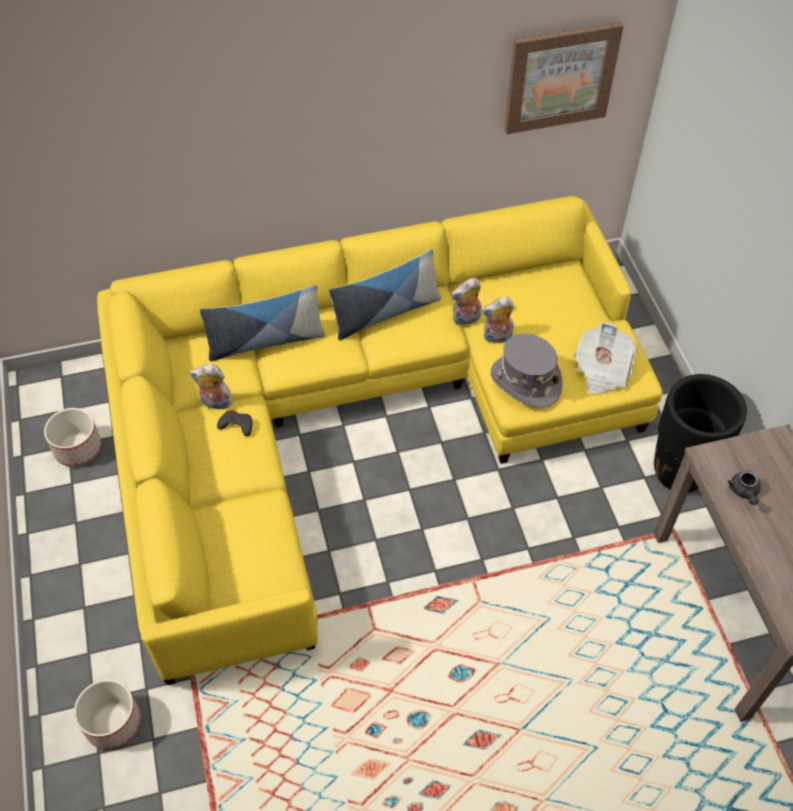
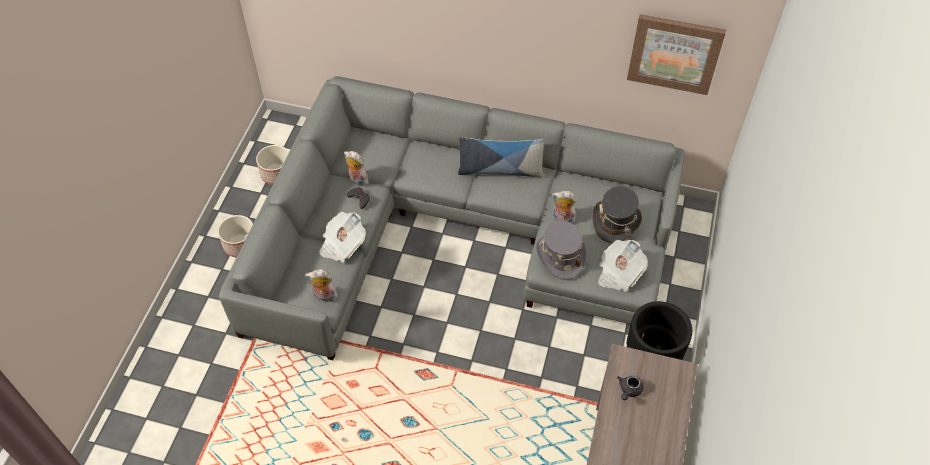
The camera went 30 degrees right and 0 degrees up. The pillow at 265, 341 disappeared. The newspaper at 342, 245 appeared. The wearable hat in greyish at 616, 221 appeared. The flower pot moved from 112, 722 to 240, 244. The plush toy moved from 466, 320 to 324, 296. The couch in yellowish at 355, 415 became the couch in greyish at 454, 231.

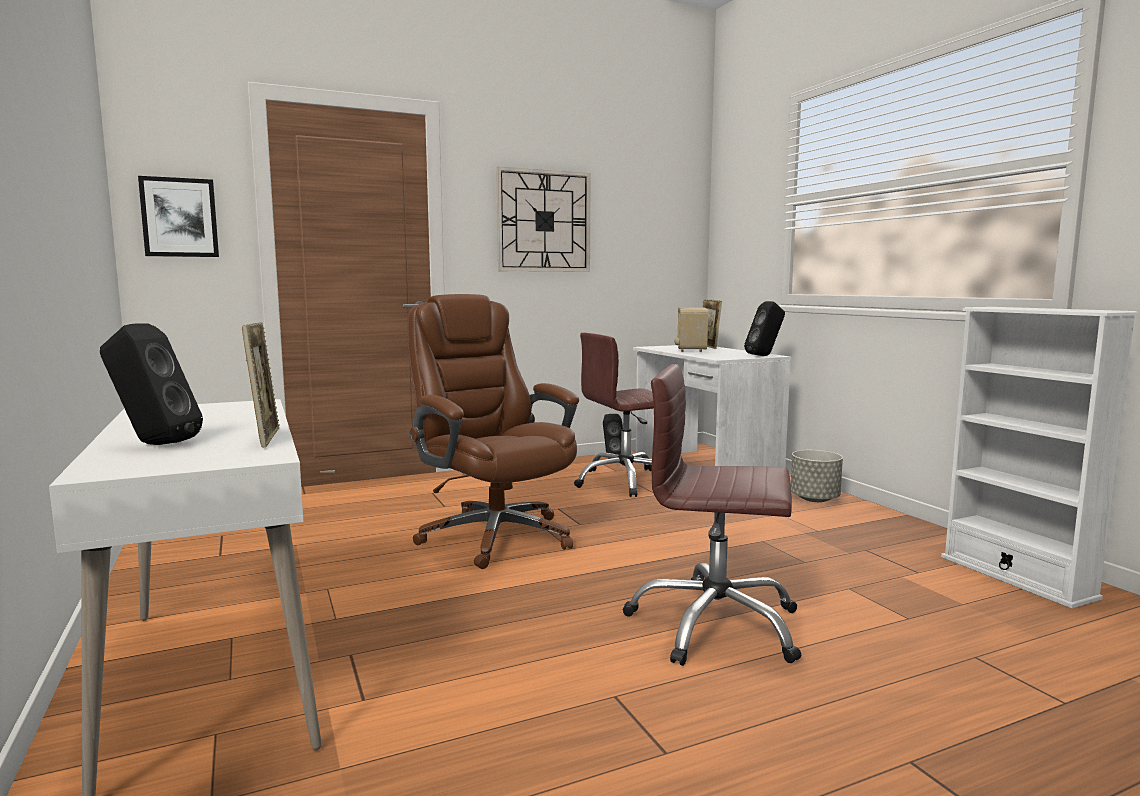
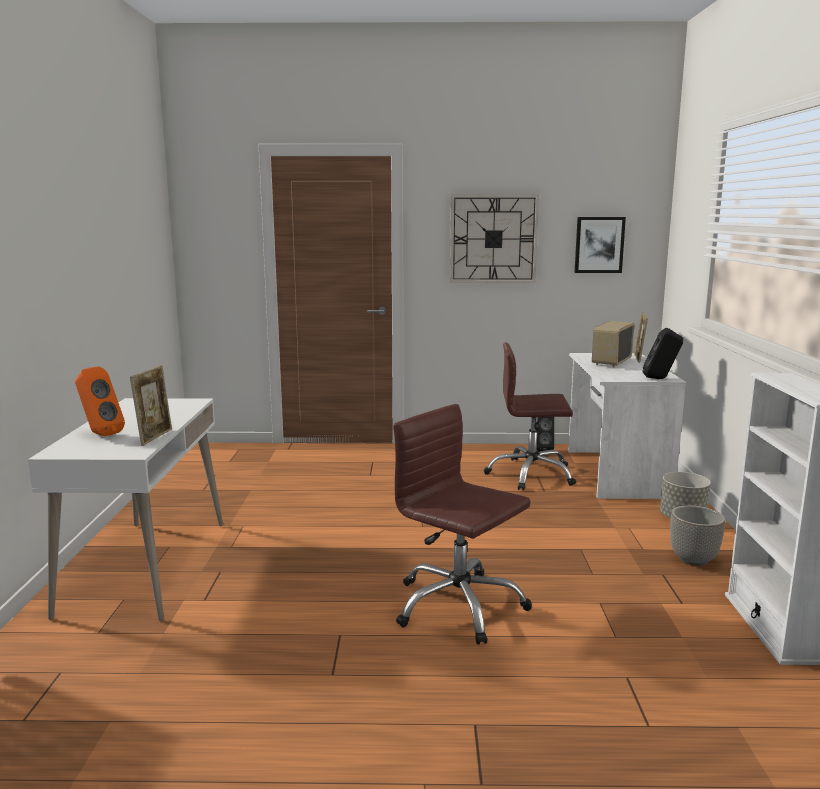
The camera went 25 degrees right and 5 degrees up. The computer chair in brownish at 494, 536 disappeared. The flower pot at 693, 560 appeared. The wall art moved from 179, 217 to 599, 245. The loudspeaker in blackish at 153, 444 became the loudspeaker in orange at 100, 434.

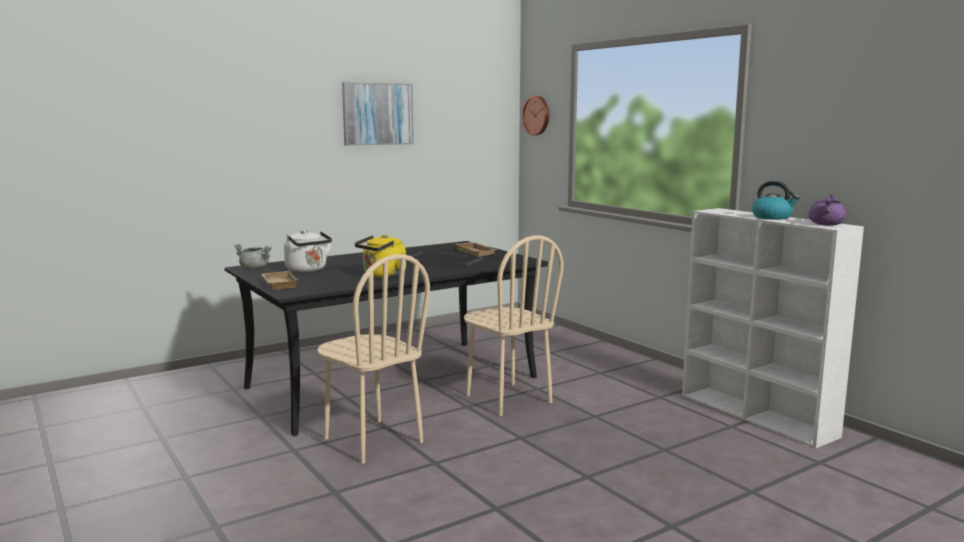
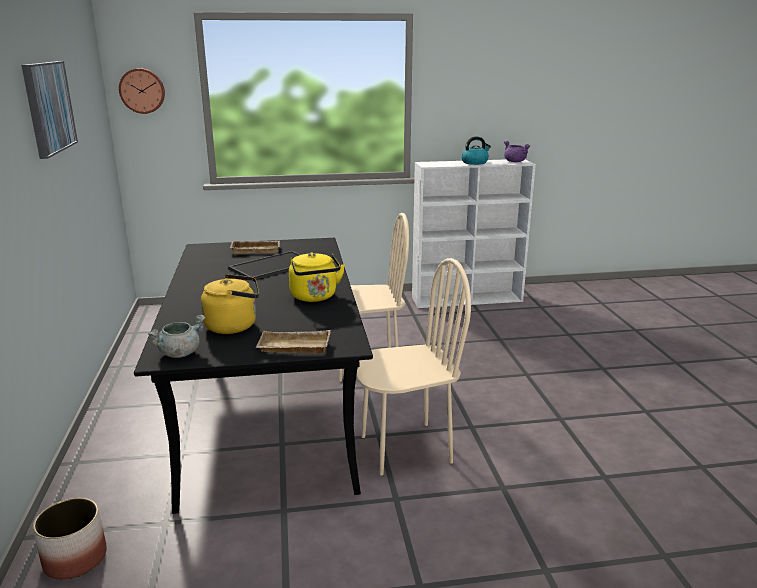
The camera went 65 degrees left and 10 degrees up. The flower pot at 75, 558 appeared. The kettle in whitish at 308, 270 became the kettle in yellowish at 234, 325.

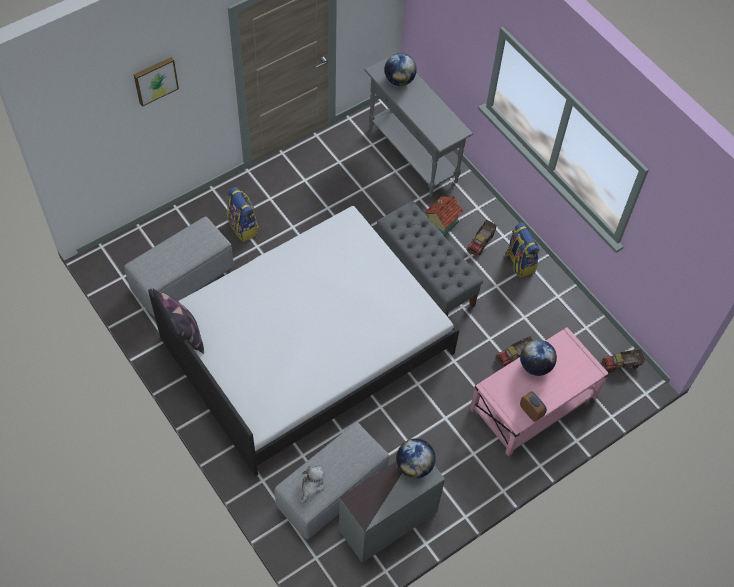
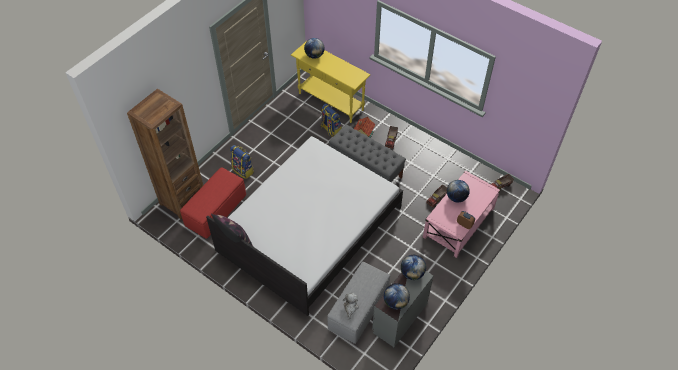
The camera went 15 degrees left and 5 degrees down. The wall art at 155, 80 disappeared. The bookshelf in brownish at 182, 200 appeared. The desk globe at 395, 302 appeared. The backpack moved from 519, 262 to 330, 129. The ottoman in greyish at 183, 278 became the ottoman in red-coloured at 216, 211. The hall table in greyish at 413, 155 became the hall table in yellowish at 331, 102.

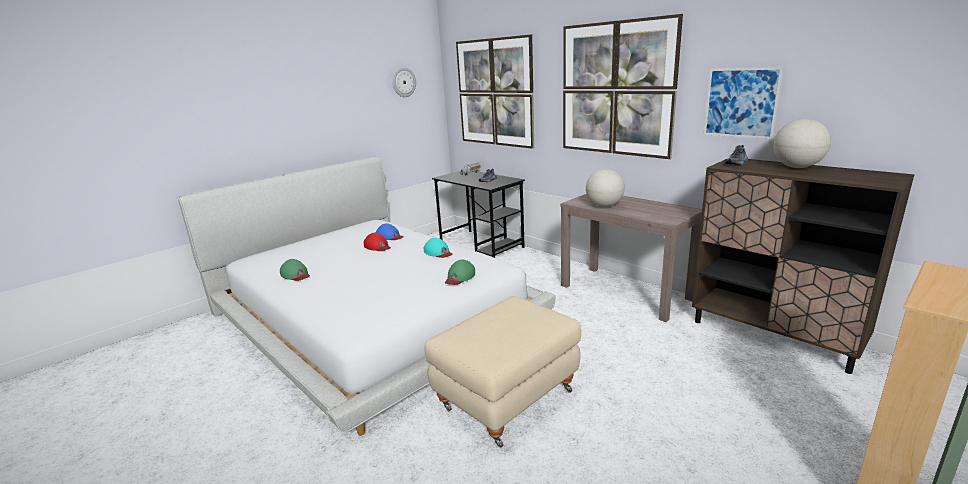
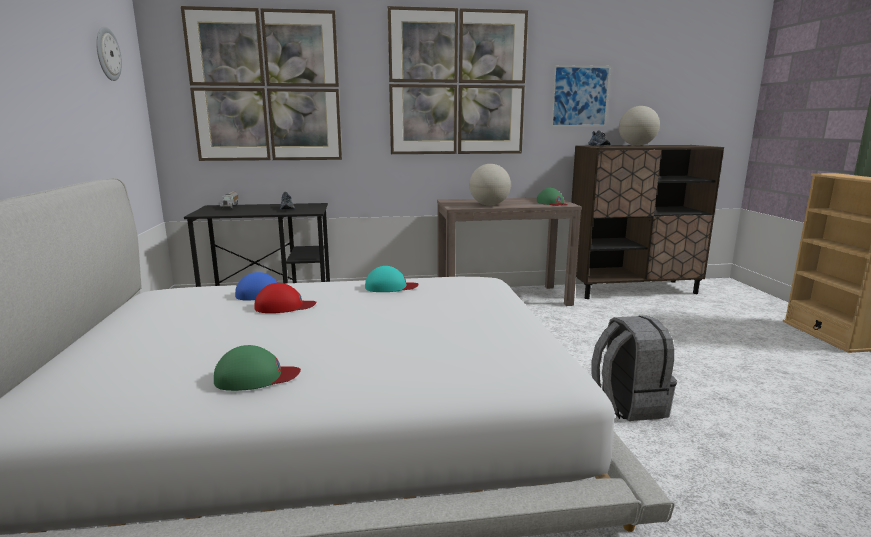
The camera went 55 degrees left and 5 degrees down. The cap in green-coloured moved from 459, 277 to 552, 203. The ottoman in beige at 506, 397 was replaced by the backpack in greyish at 627, 404.

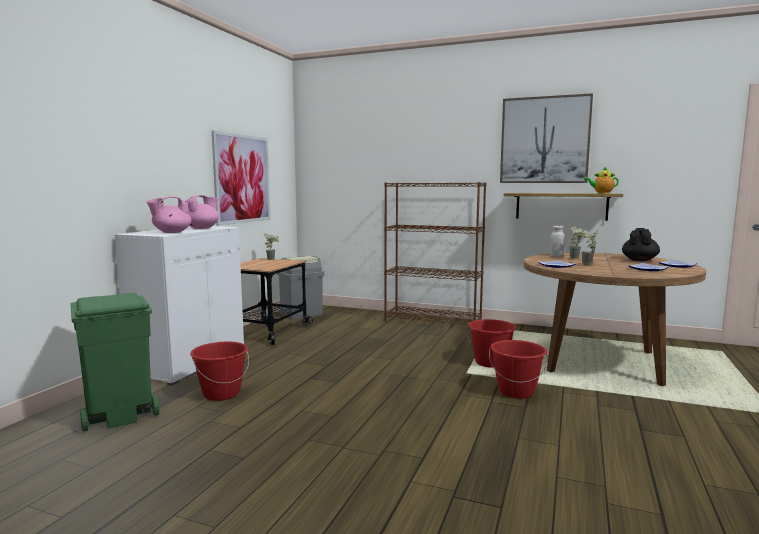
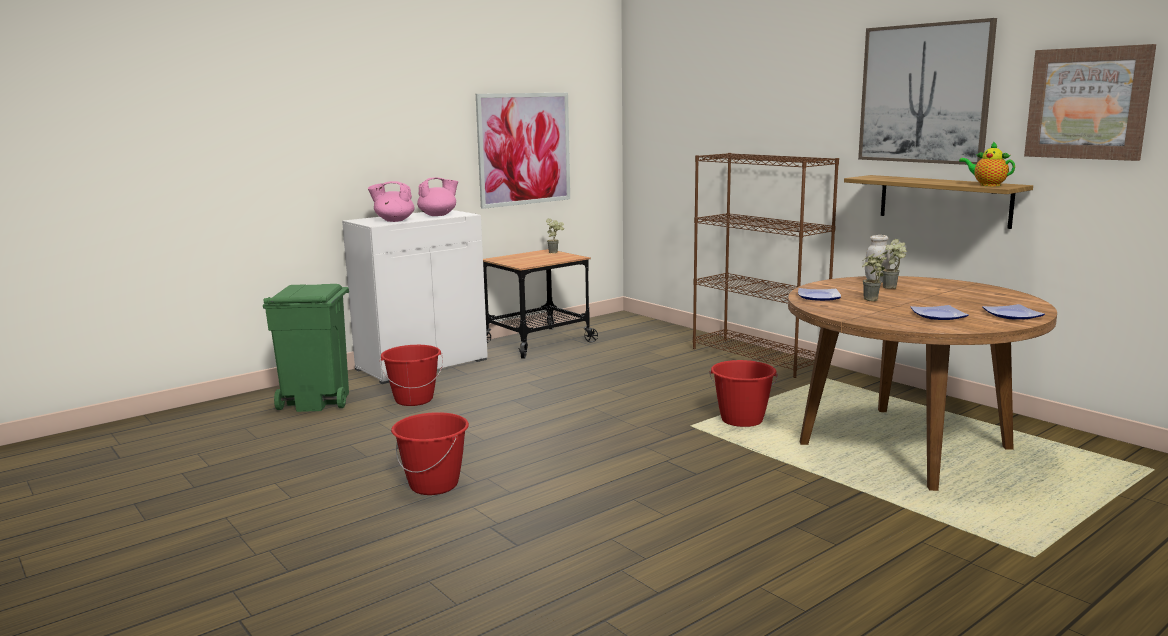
The camera went 30 degrees right and 5 degrees up. The trash can in greyish at 301, 314 disappeared. The teapot in blackish at 639, 260 disappeared. The wall art at 1088, 103 appeared. The pail in red-coloured moved from 516, 391 to 434, 485.

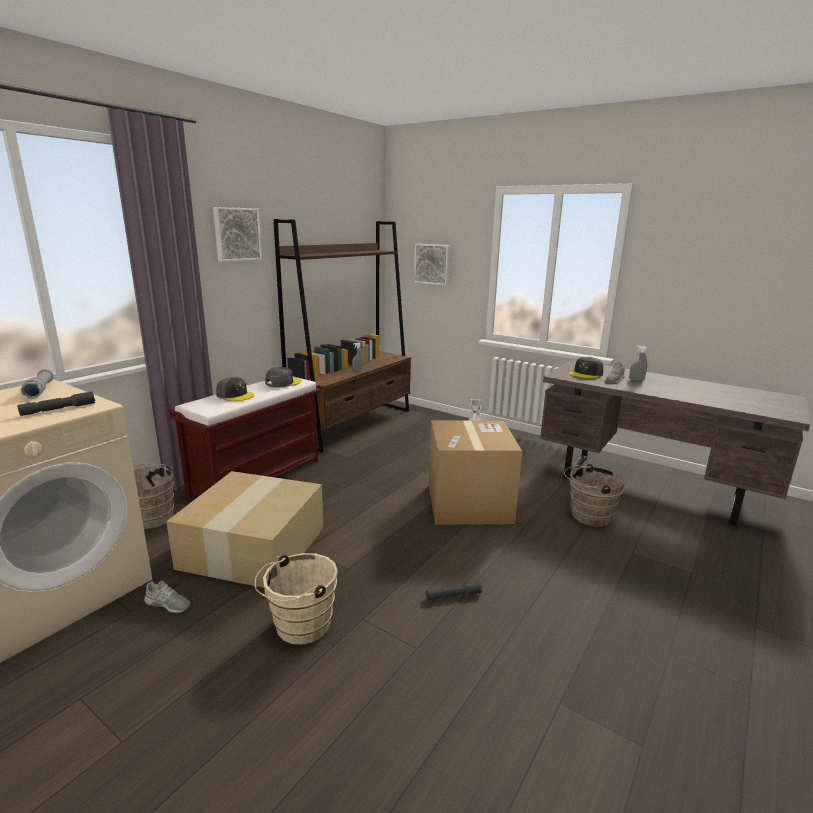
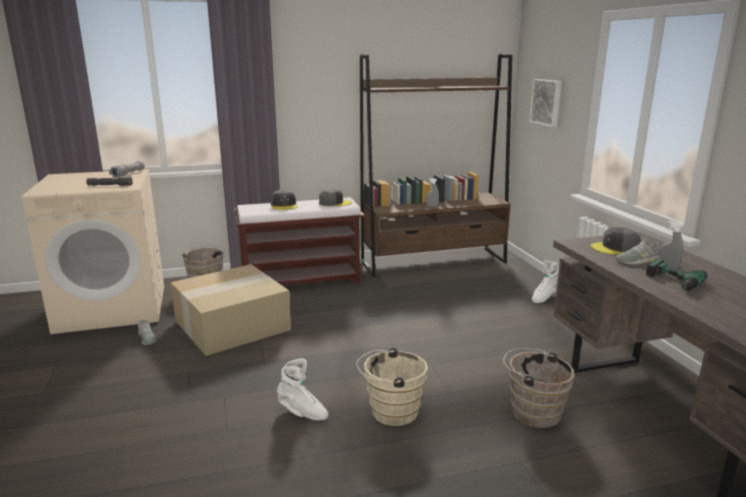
The camera went 40 degrees right and 0 degrees up. The wall art at 236, 234 disappeared. The carton at 469, 503 disappeared. The electric drill at 670, 282 appeared. The pail in beige moved from 299, 626 to 390, 411. The torch in greyish at 453, 595 was replaced by the boot in whitish at 302, 412.

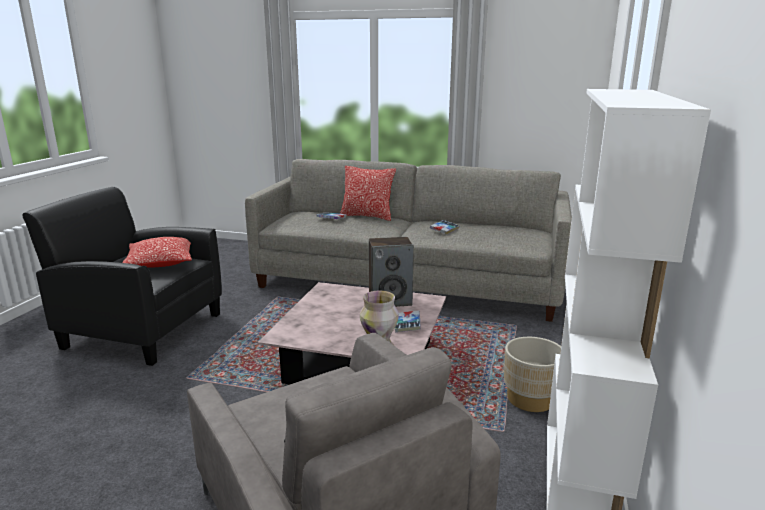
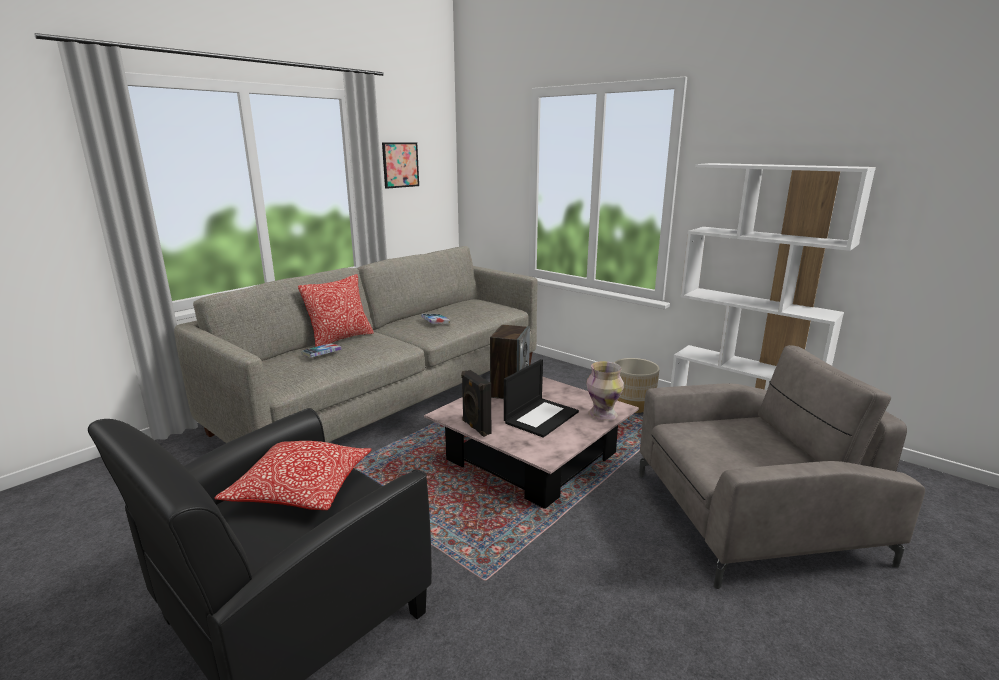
The camera went 65 degrees left and 0 degrees up. The bound book at 407, 325 disappeared. The wall art at 400, 165 appeared. The loudspeaker in blackish at 475, 427 appeared. The portable computer at 541, 417 appeared.

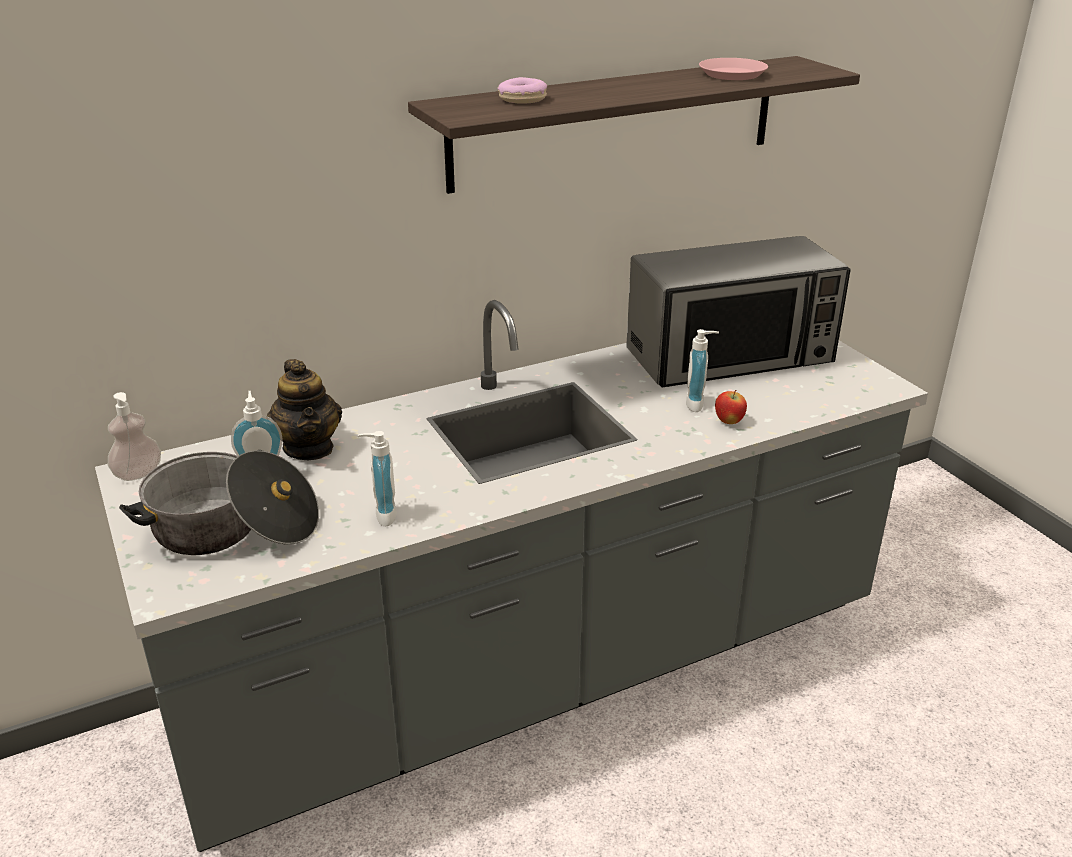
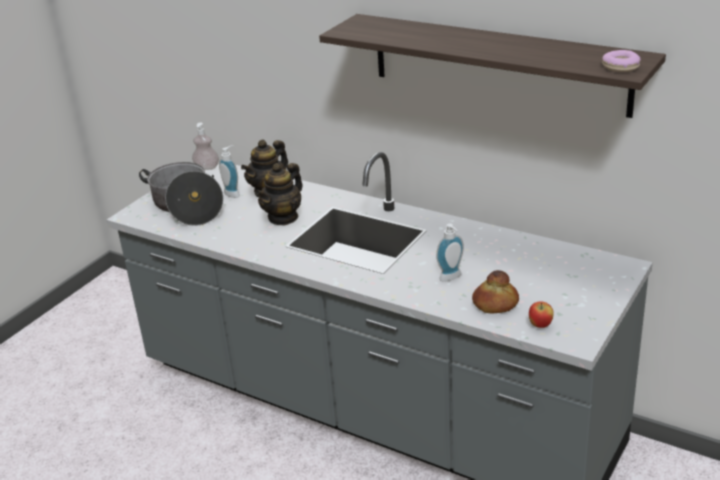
The camera went 60 degrees right and 0 degrees up. The liquid soap bottle at 381, 515 disappeared. The microwave at 730, 357 disappeared. The plate in pink at 732, 74 disappeared. The teapot at 283, 217 appeared. The bread at 495, 304 appeared. The donut moved from 522, 99 to 620, 67. The apple moved from 729, 422 to 540, 325.

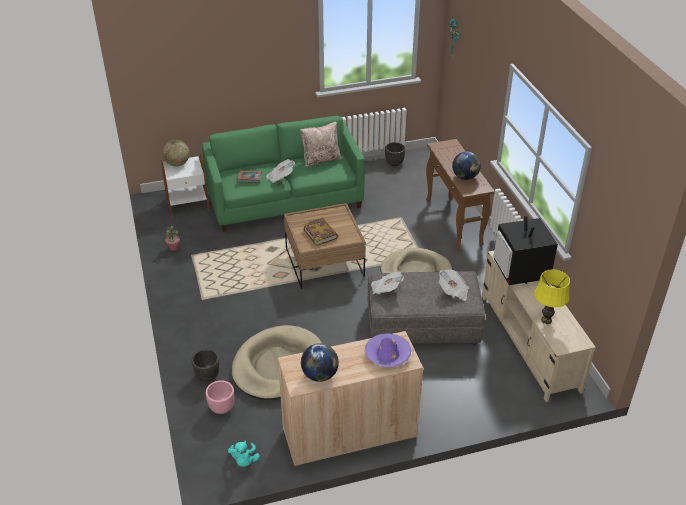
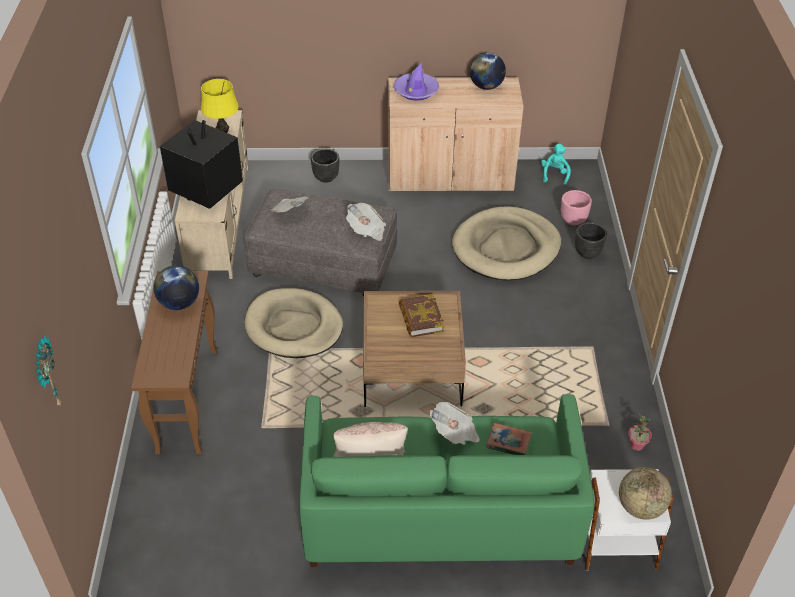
The camera went 165 degrees left and 5 degrees up. The flower pot in blackish moved from 394, 163 to 325, 177. The TV set at 521, 271 turned 150 degrees counterclockwise.

